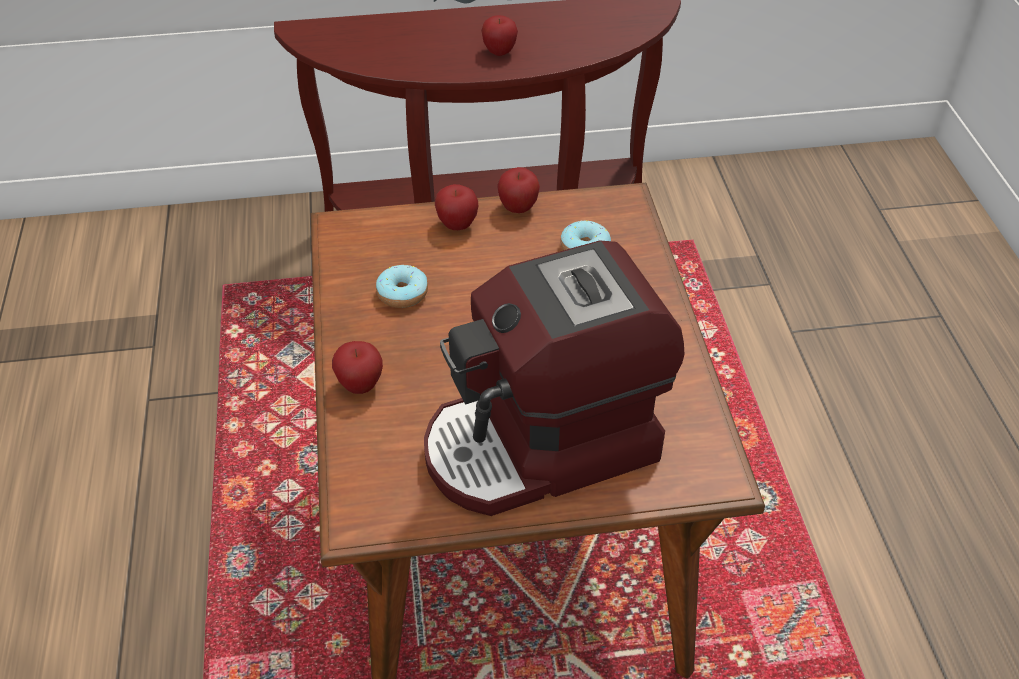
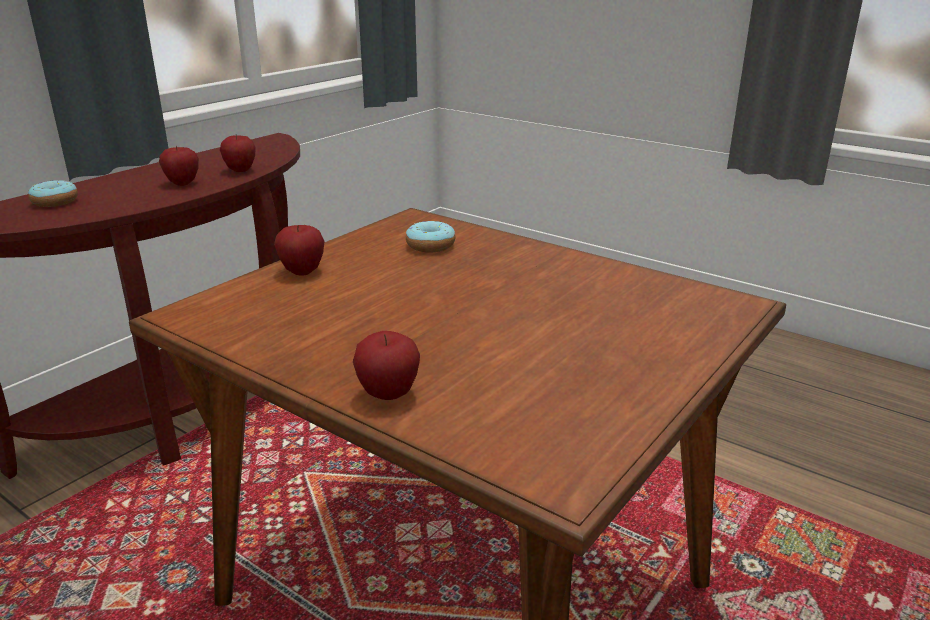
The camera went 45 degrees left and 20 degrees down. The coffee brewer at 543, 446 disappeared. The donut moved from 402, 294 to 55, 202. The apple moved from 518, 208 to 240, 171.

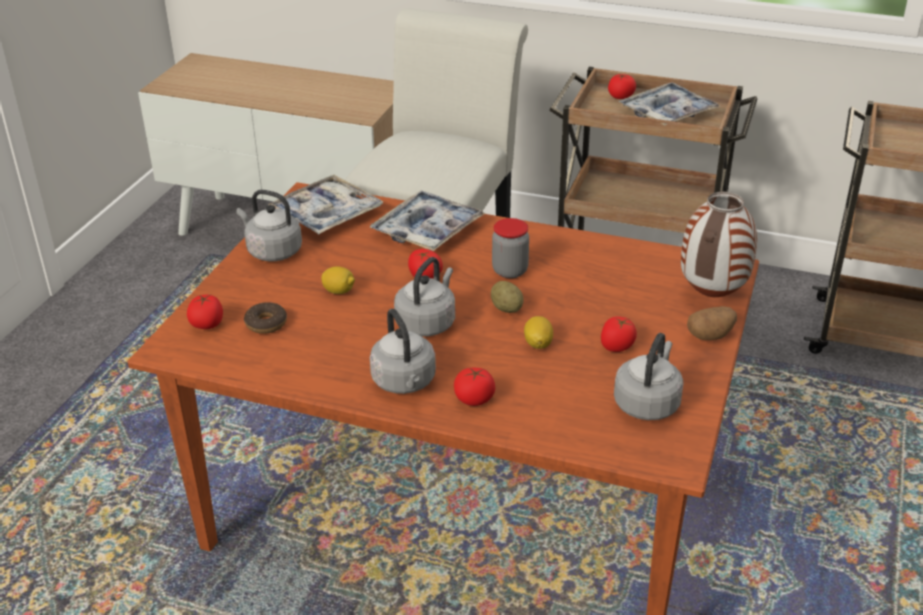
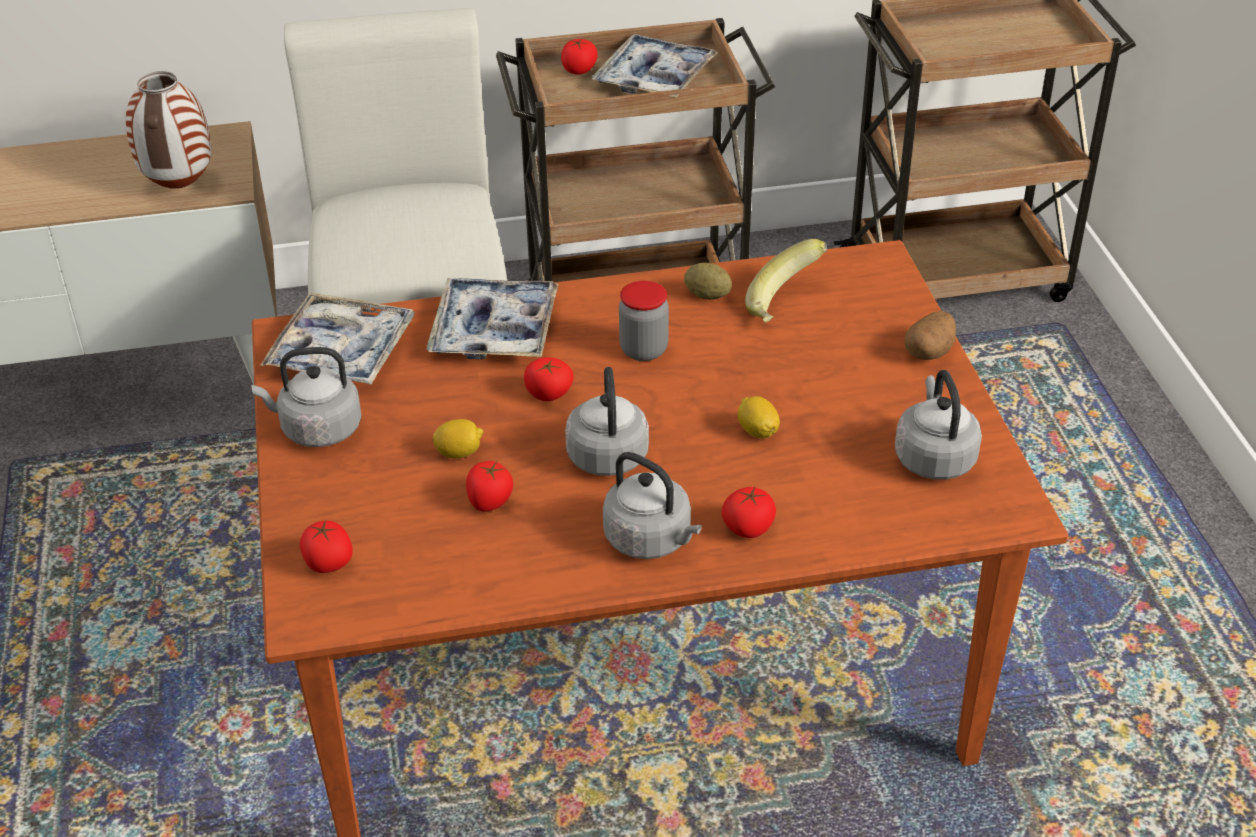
The camera went 30 degrees left and 5 degrees up. The donut at 266, 323 disappeared. The banana at 786, 305 appeared. The potato moved from 506, 308 to 707, 295. The whole tomato moved from 617, 346 to 489, 501. The flower vase moved from 711, 294 to 179, 187.

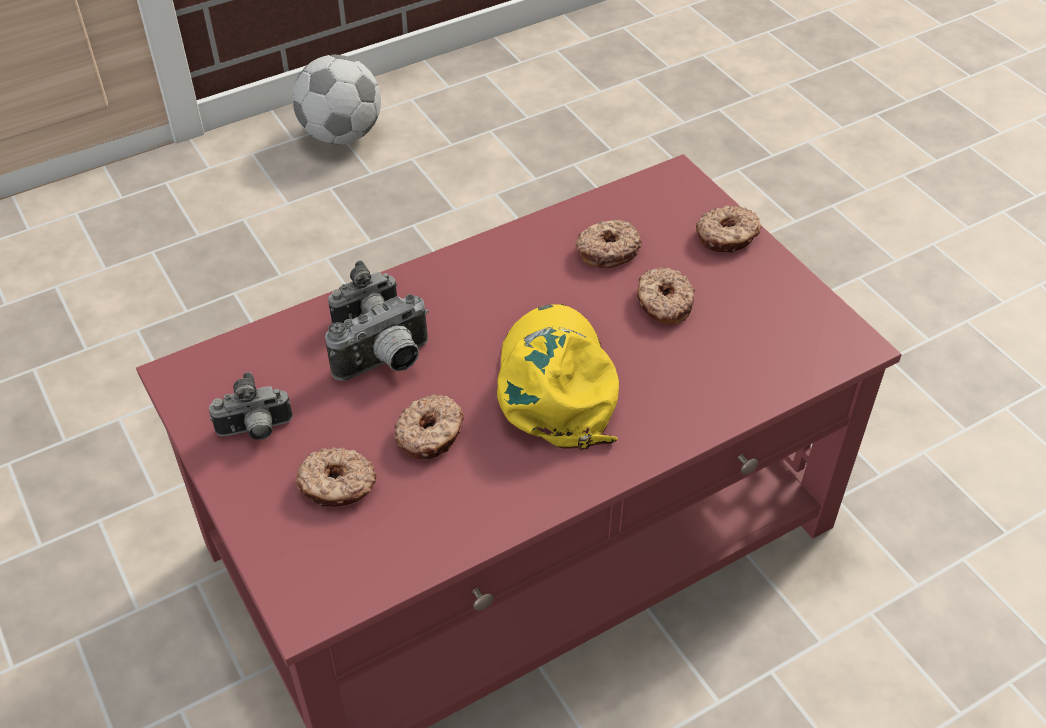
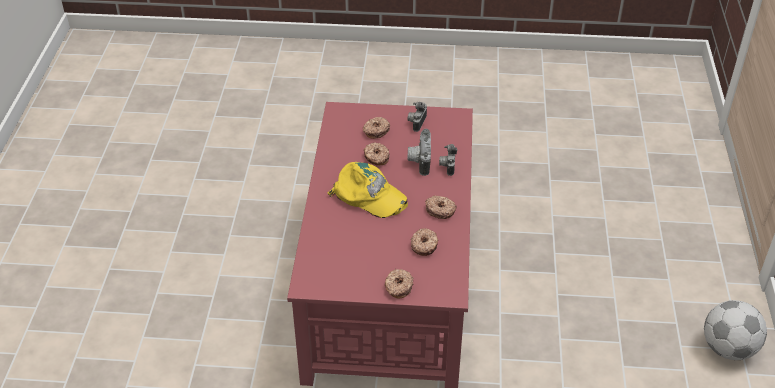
The camera went 125 degrees right and 5 degrees down. The donut moved from 663, 303 to 440, 210.

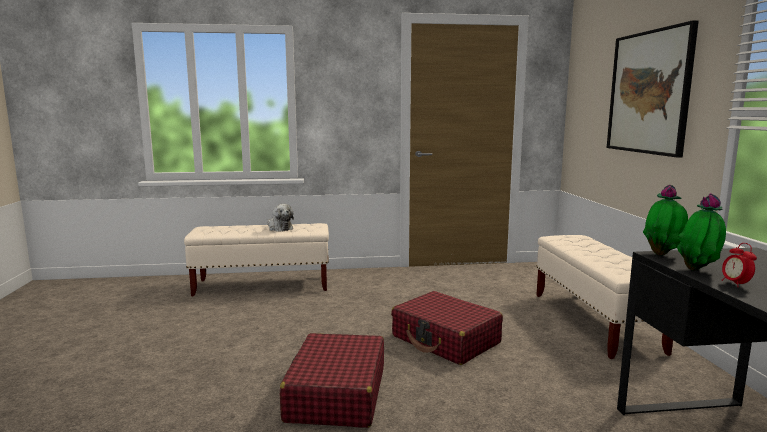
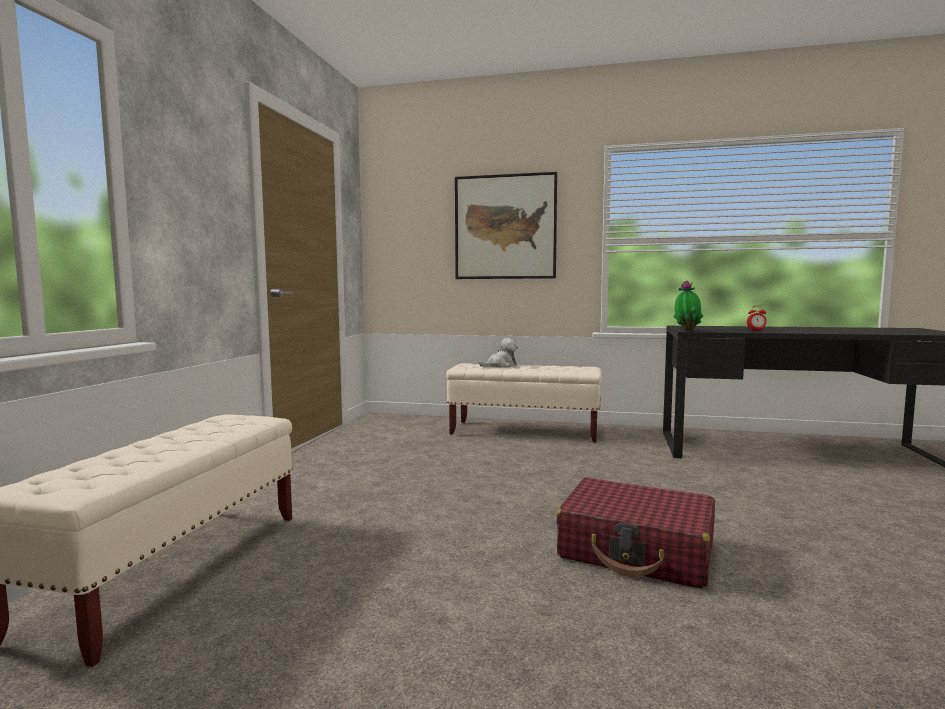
The camera went 70 degrees left and 5 degrees down. The piece of luggage in red-coloured at 446, 340 disappeared. The houseplant at 698, 270 disappeared. The plush toy moved from 279, 228 to 500, 365.

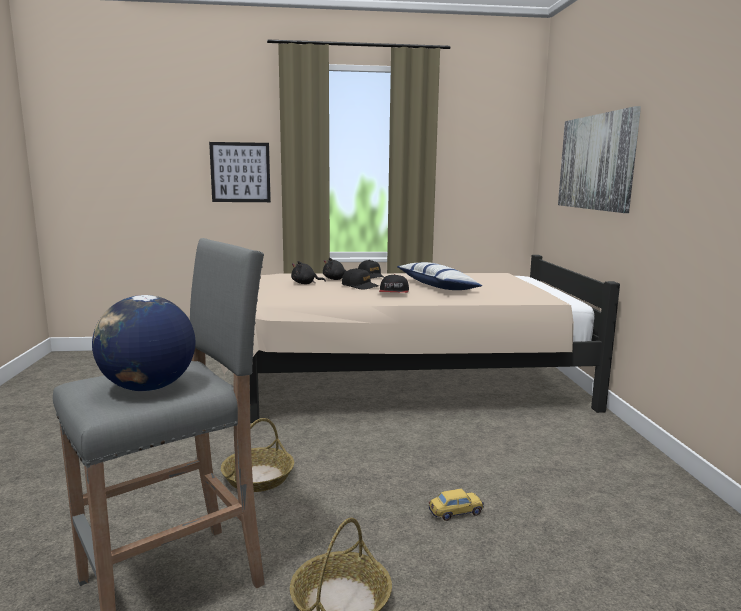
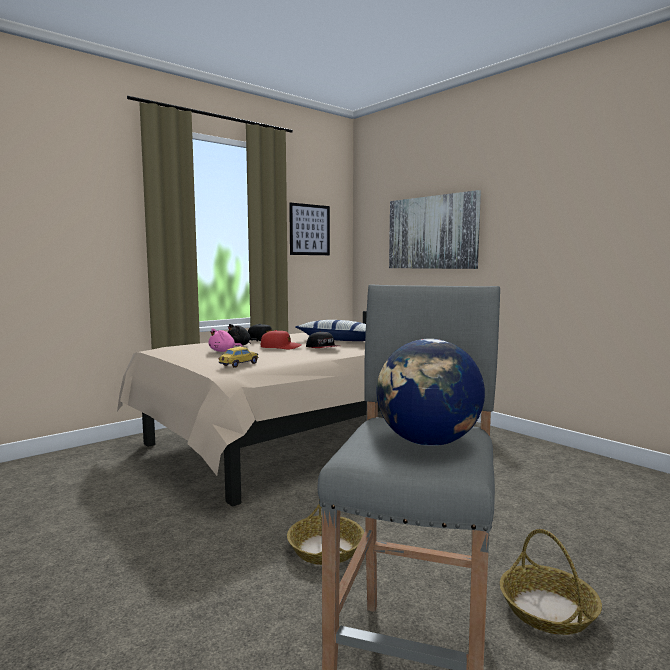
The camera went 35 degrees left and 5 degrees down. The wall art moved from 240, 172 to 309, 230. The miniature car moved from 455, 512 to 238, 365. The plush toy in blackish at 305, 283 became the plush toy in pink at 223, 351. The cap in blackish at 360, 286 became the cap in red-coloured at 280, 347.

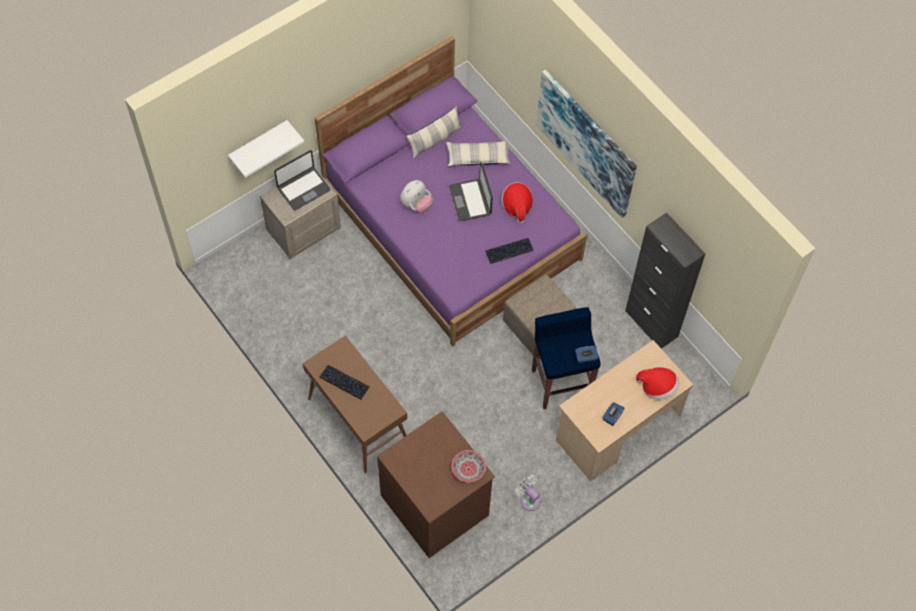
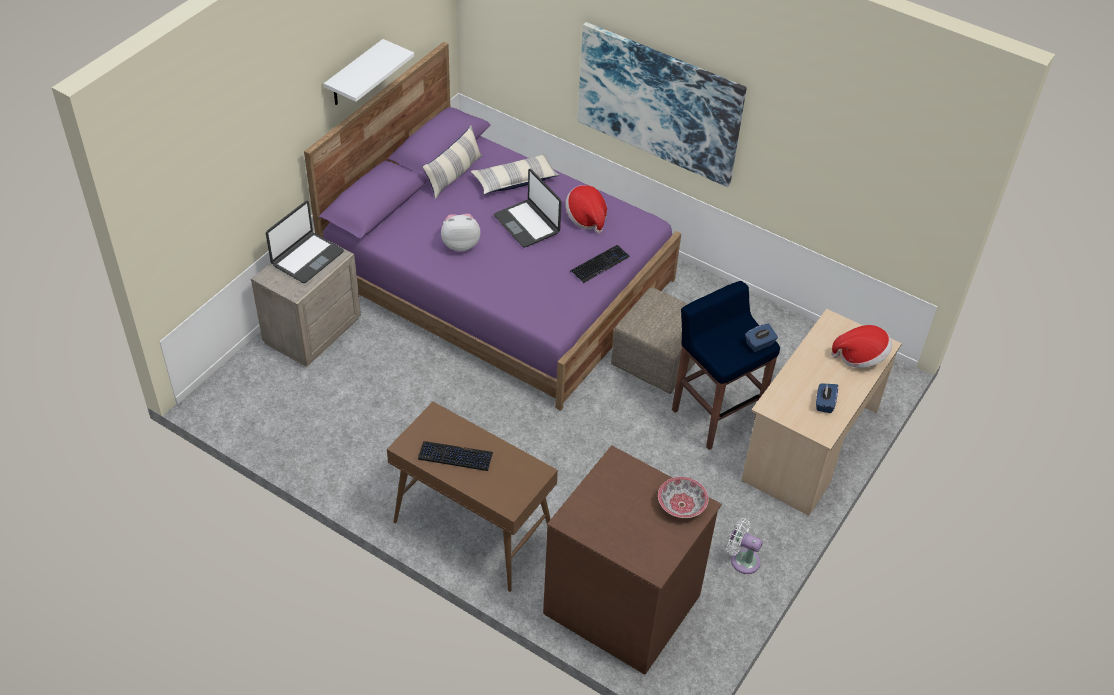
The camera went 20 degrees left and 15 degrees down. The cupboard in blackish at 651, 323 disappeared. The bracket shelf in whitish moved from 258, 144 to 355, 74. The plush toy at 416, 204 turned 120 degrees counterclockwise.

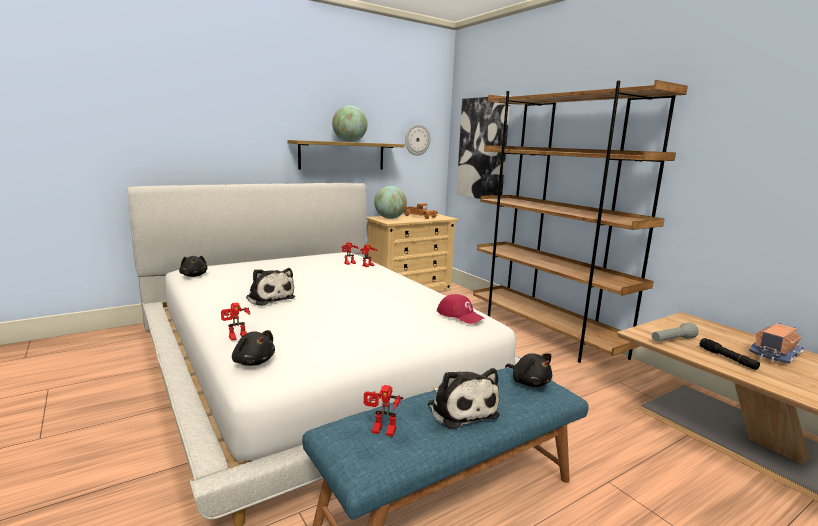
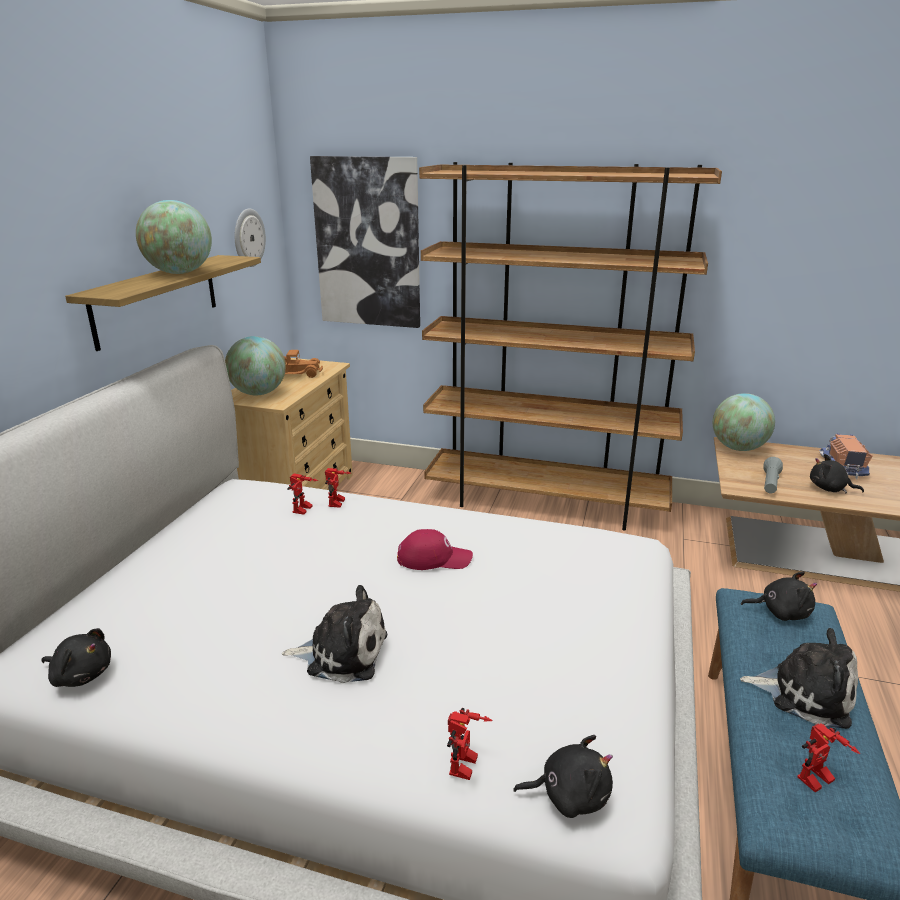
The camera went 40 degrees left and 10 degrees up. The desk globe at 738, 448 appeared. The cap in red-coloured moved from 460, 315 to 434, 558. The torch in blackish at 727, 358 was replaced by the plush toy in blackish at 829, 489.

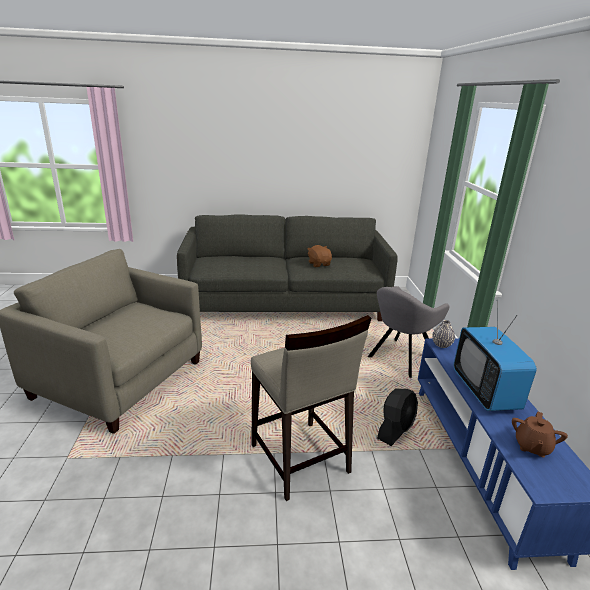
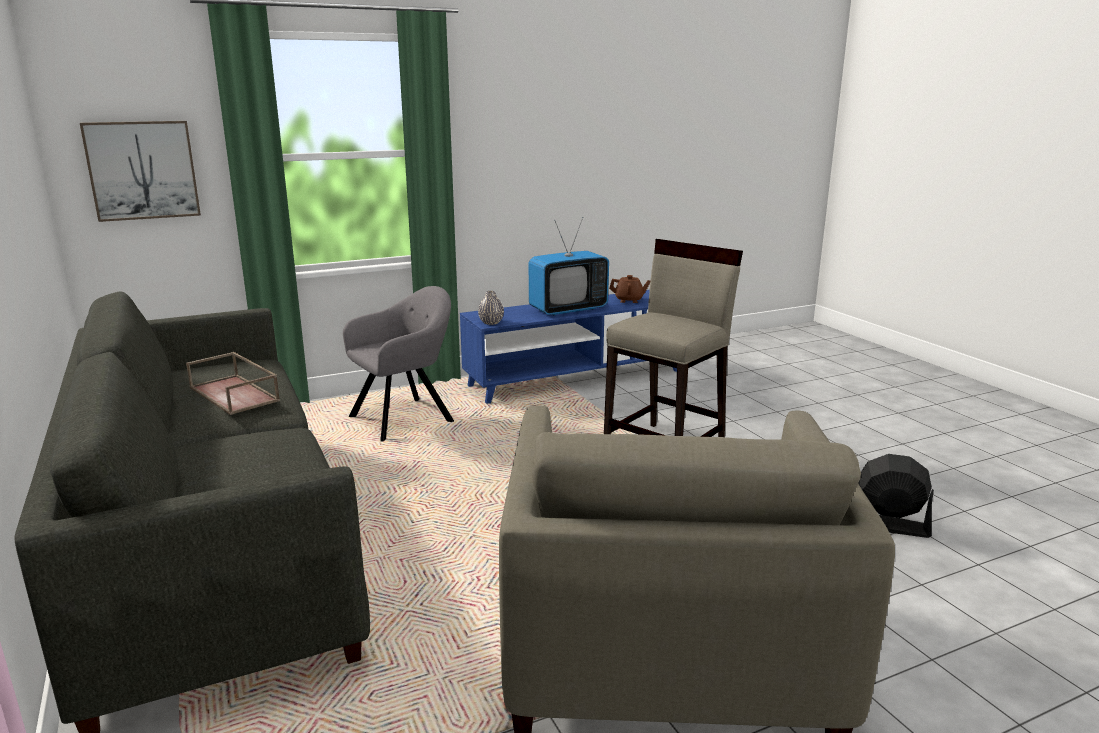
The camera went 110 degrees left and 5 degrees down. The wall art at 142, 170 appeared. The electric fan in blackish moved from 396, 430 to 888, 525. The plush toy in brownish at 319, 264 was replaced by the serving tray in brownish at 235, 394. The armchair in greyish at 400, 358 turned 60 degrees counterclockwise.

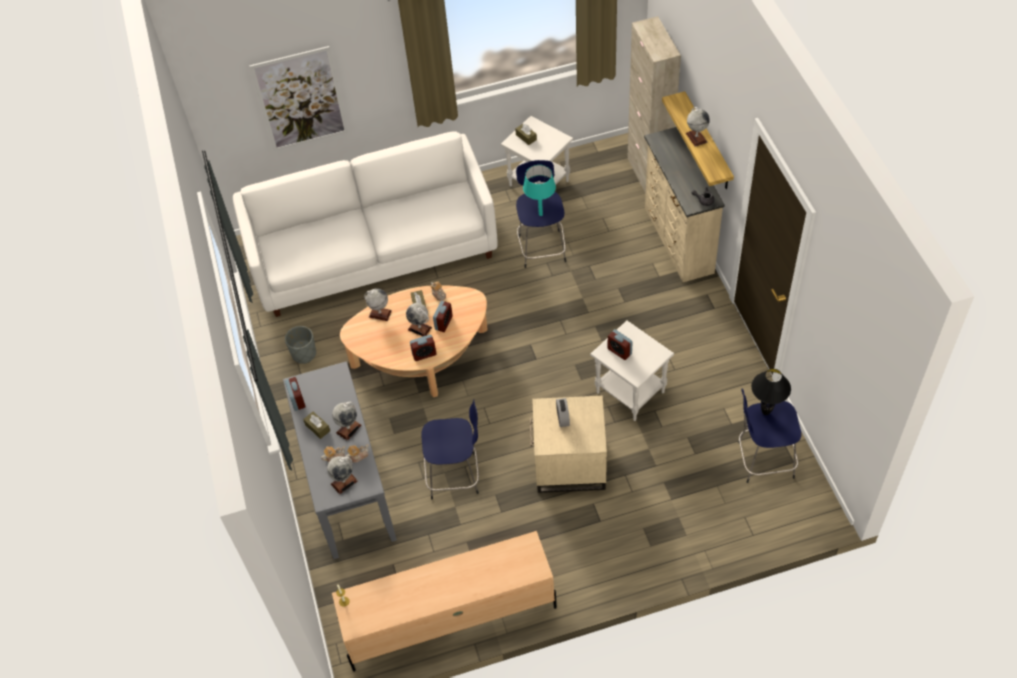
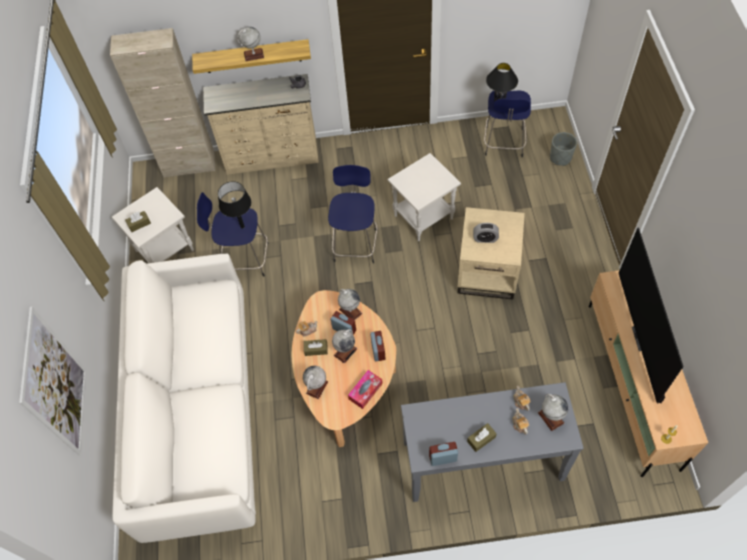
The camera went 80 degrees left and 5 degrees up. The table clock at 619, 351 disappeared. The tissue box at 365, 391 appeared. The TV set at 644, 338 appeared. The flower pot in greyish moved from 304, 354 to 560, 158. The desk globe moved from 348, 429 to 350, 311. The stool seat in bluish moved from 455, 475 to 355, 244. The table lamp in turquoise-coloured at 540, 214 became the table lamp in blackish at 242, 226.

